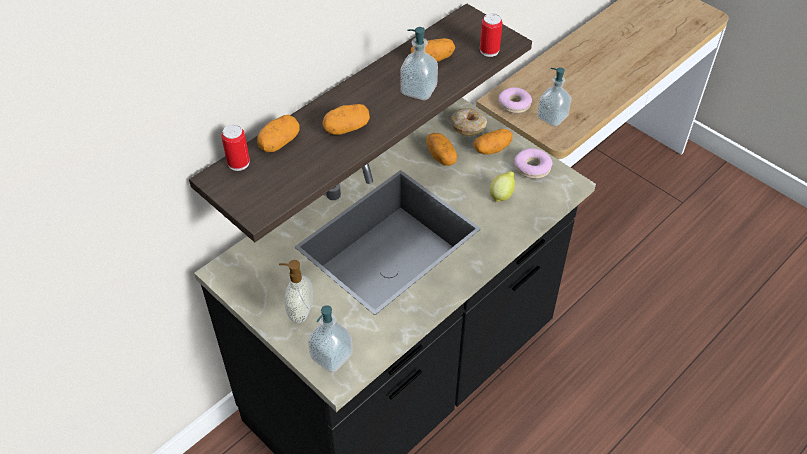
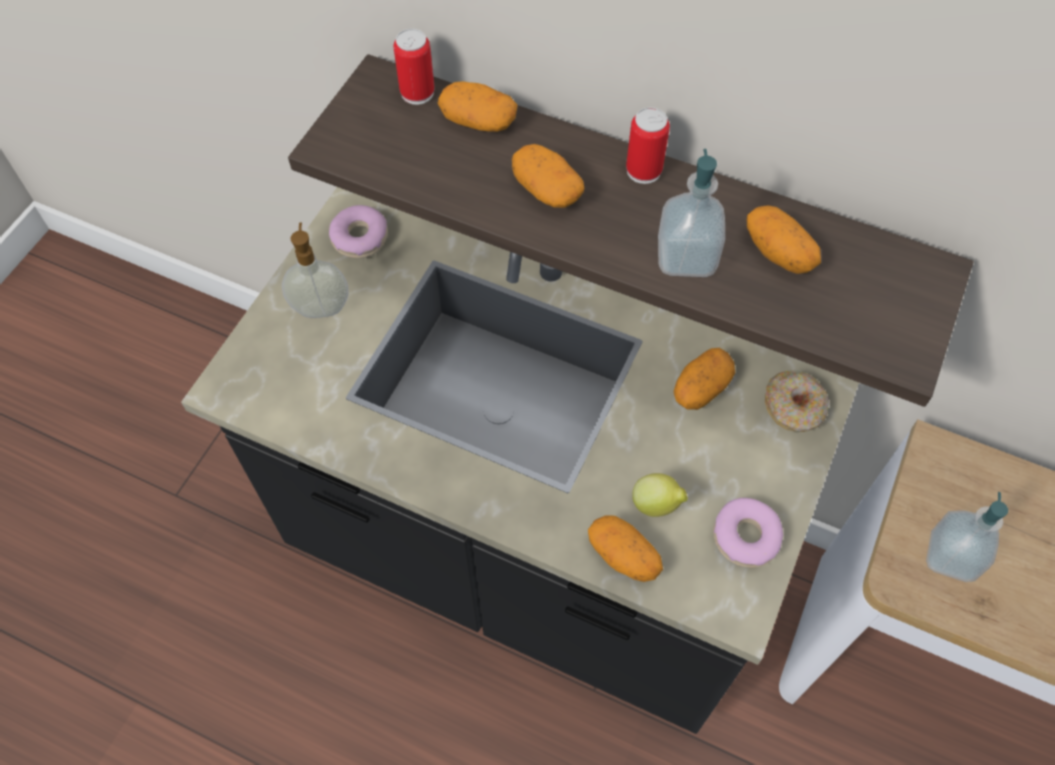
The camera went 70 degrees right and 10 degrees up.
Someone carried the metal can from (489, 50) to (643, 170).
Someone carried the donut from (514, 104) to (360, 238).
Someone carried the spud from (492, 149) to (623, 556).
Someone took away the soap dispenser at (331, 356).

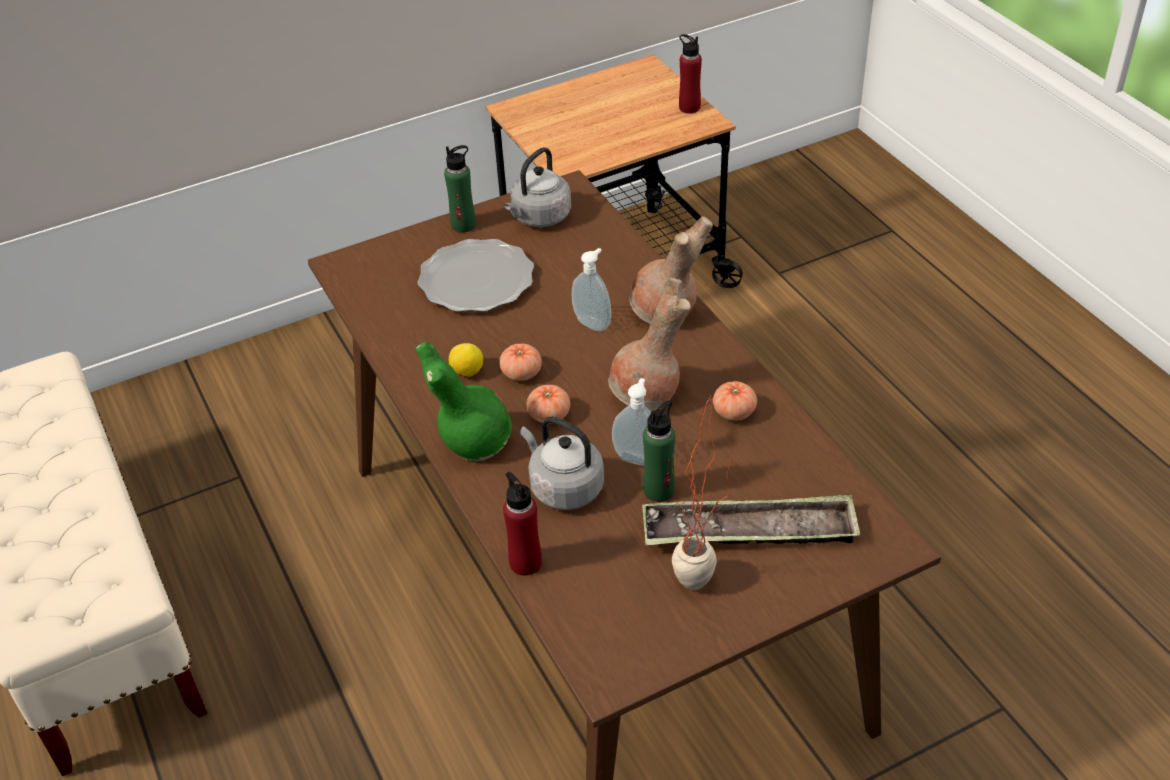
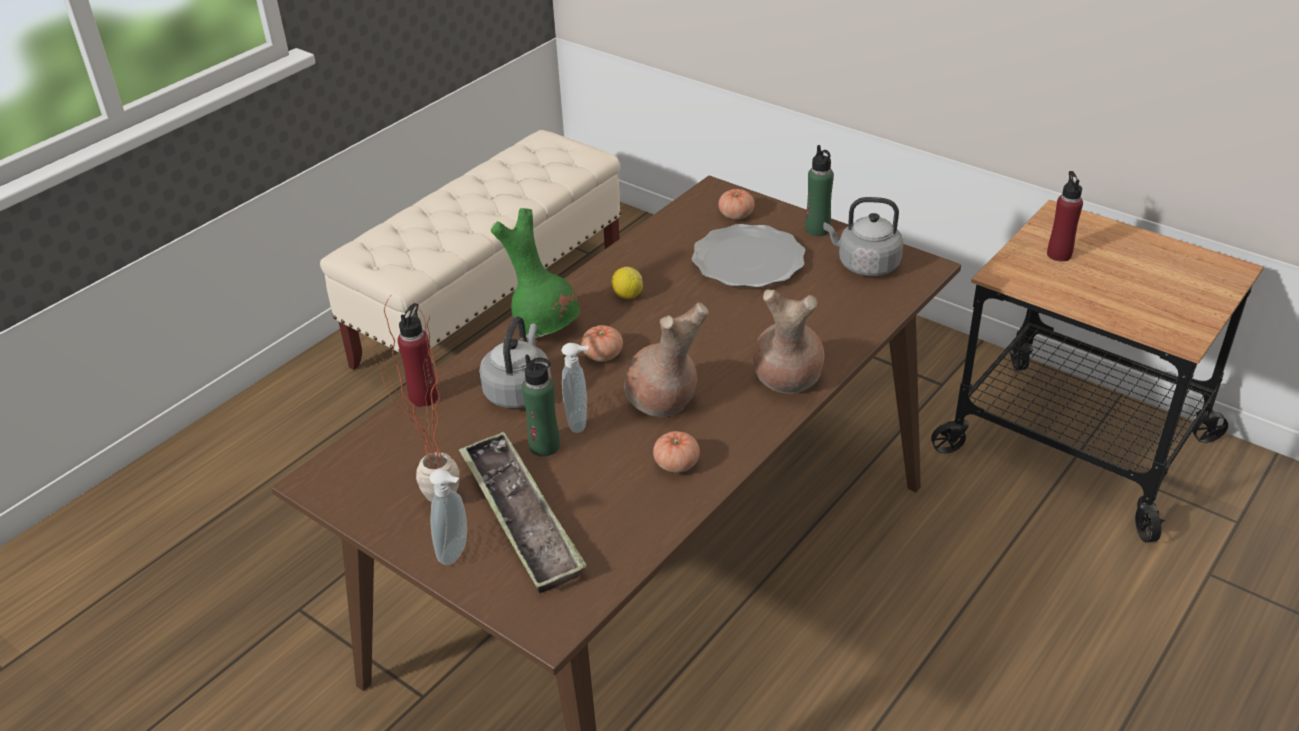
The camera went 65 degrees right and 5 degrees down.
Someone carried the beverage bottle/red-coloured from (689, 107) to (1059, 254).
Someone carried the soap dispenser from (593, 323) to (456, 552).
Someone carried the whole tomato from (521, 373) to (736, 215).

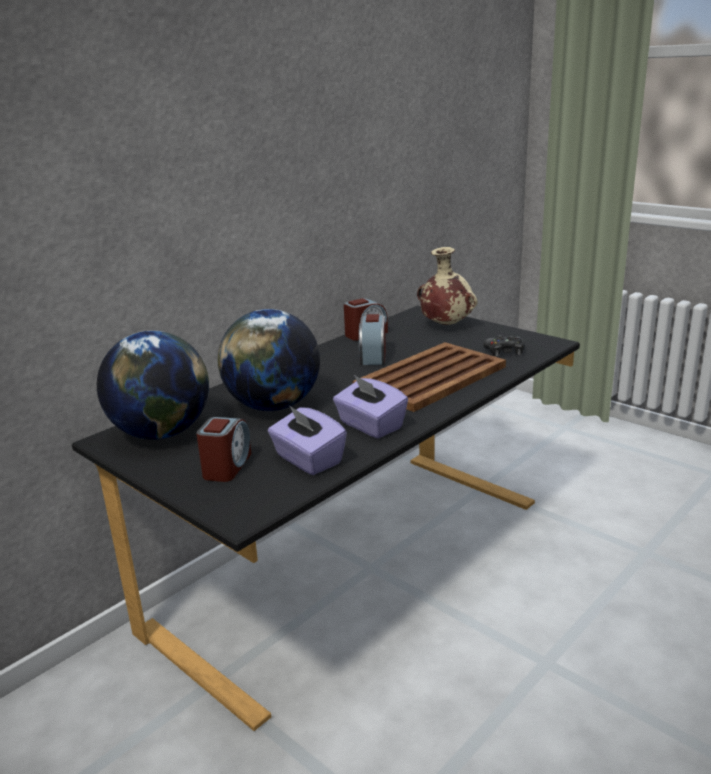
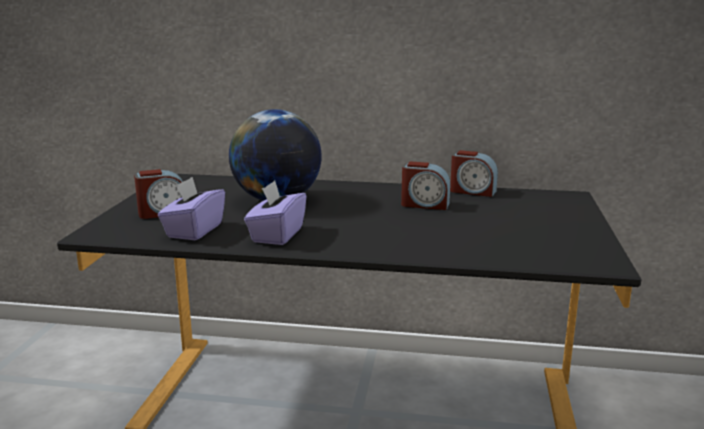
The camera went 55 degrees right and 5 degrees down.
Someone took away the flower vase/sand-coloured at (445, 325).
Someone rotated the table clock at (373, 356) by 135 degrees counterclockwise.
Someone took away the world globe at (162, 433).
Someone took away the joypad/black-coloured at (505, 351).
Someone took away the tray/brownish at (432, 377).

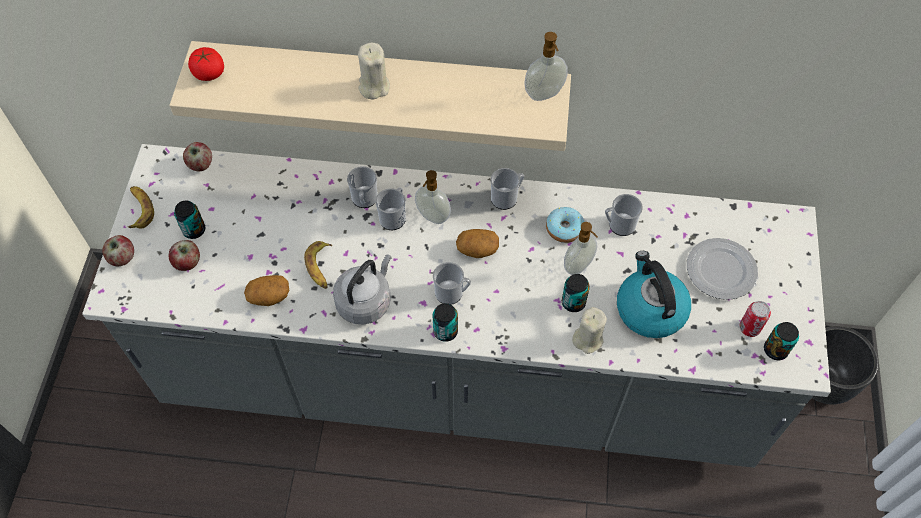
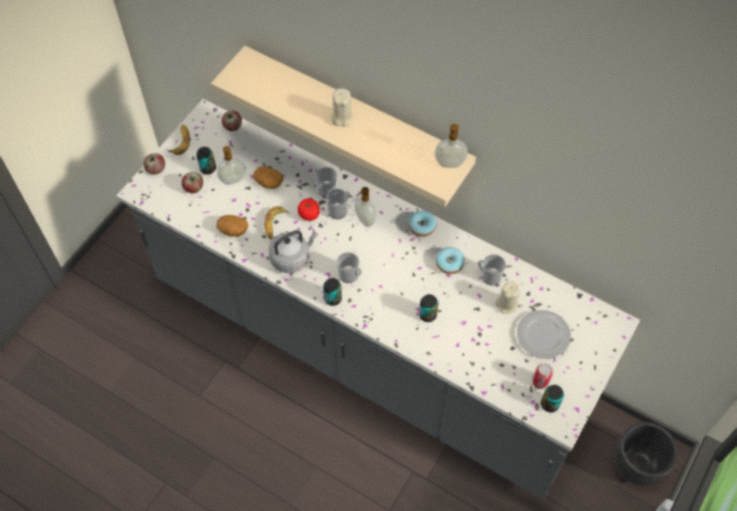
The camera went 25 degrees right and 0 degrees up.
Someone carried the whole tomato from (209, 73) to (309, 214).
Someone swapped the coffee mug at (506, 197) for the donut at (421, 226).
Someone carried the soap dispenser from (579, 266) to (233, 180).
Someone carried the spud from (477, 249) to (268, 182).
Someone took away the water kettle at (649, 309).
Someone carried the candle/sand-coloured from (588, 339) to (507, 304).

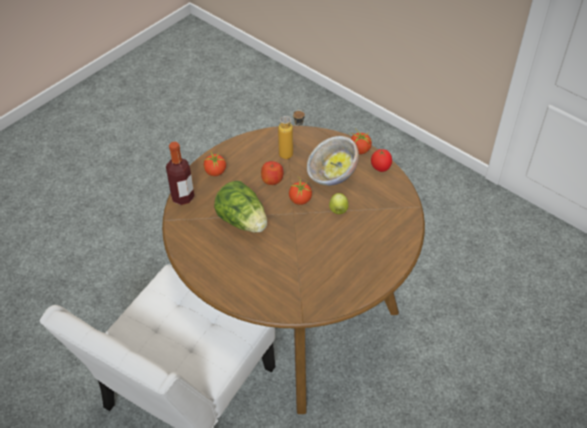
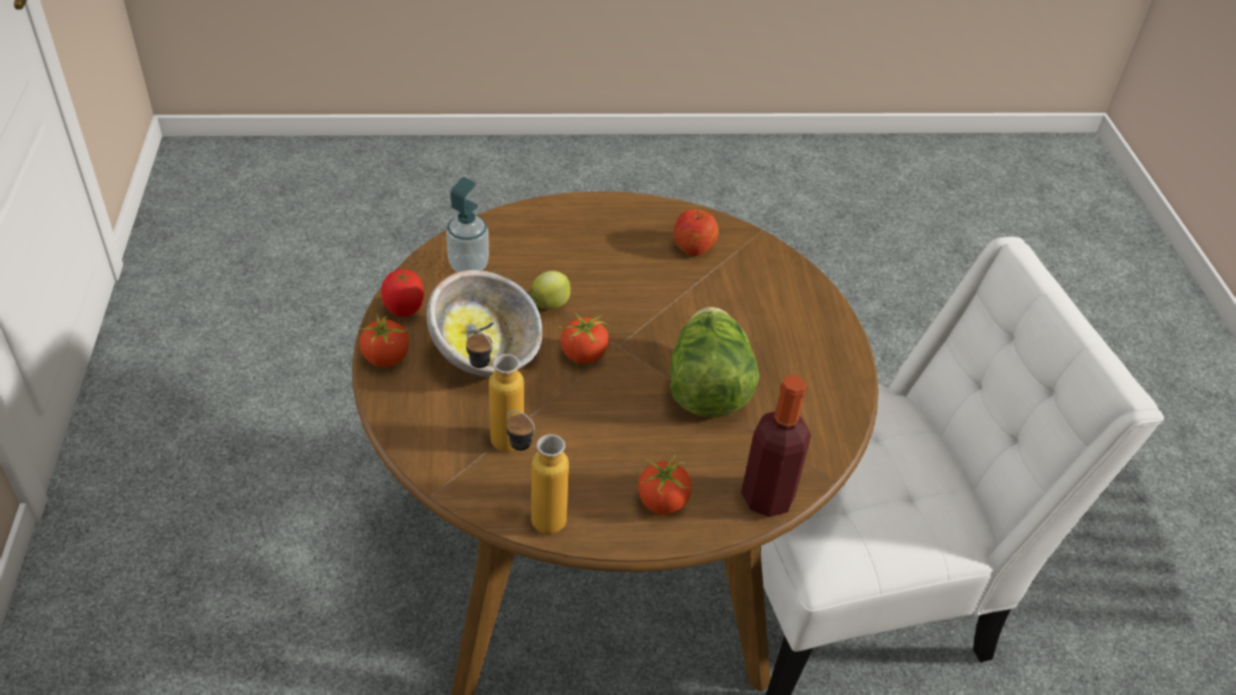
The camera went 140 degrees left and 5 degrees down.
Someone carried the apple from (272, 179) to (693, 246).
Someone put down the soap dispenser at (468, 265).
Someone put down the beverage bottle at (535, 515).

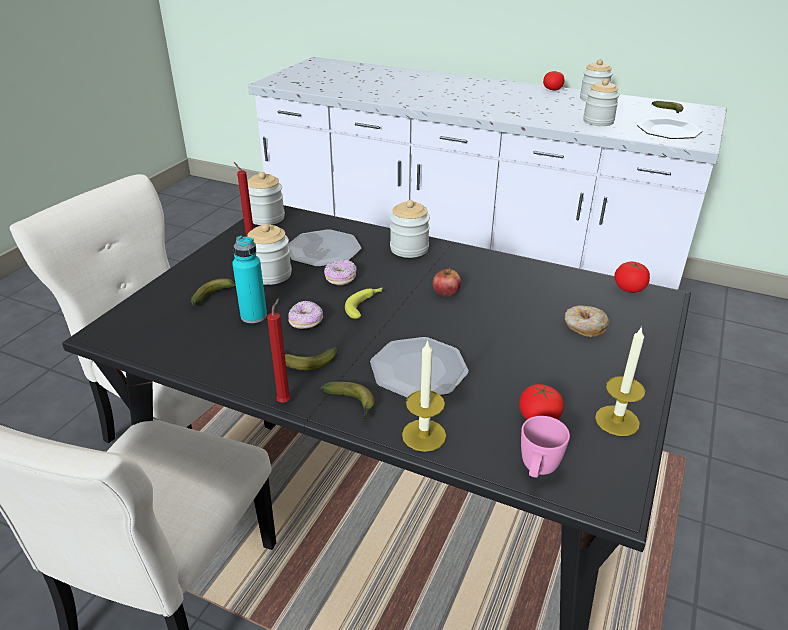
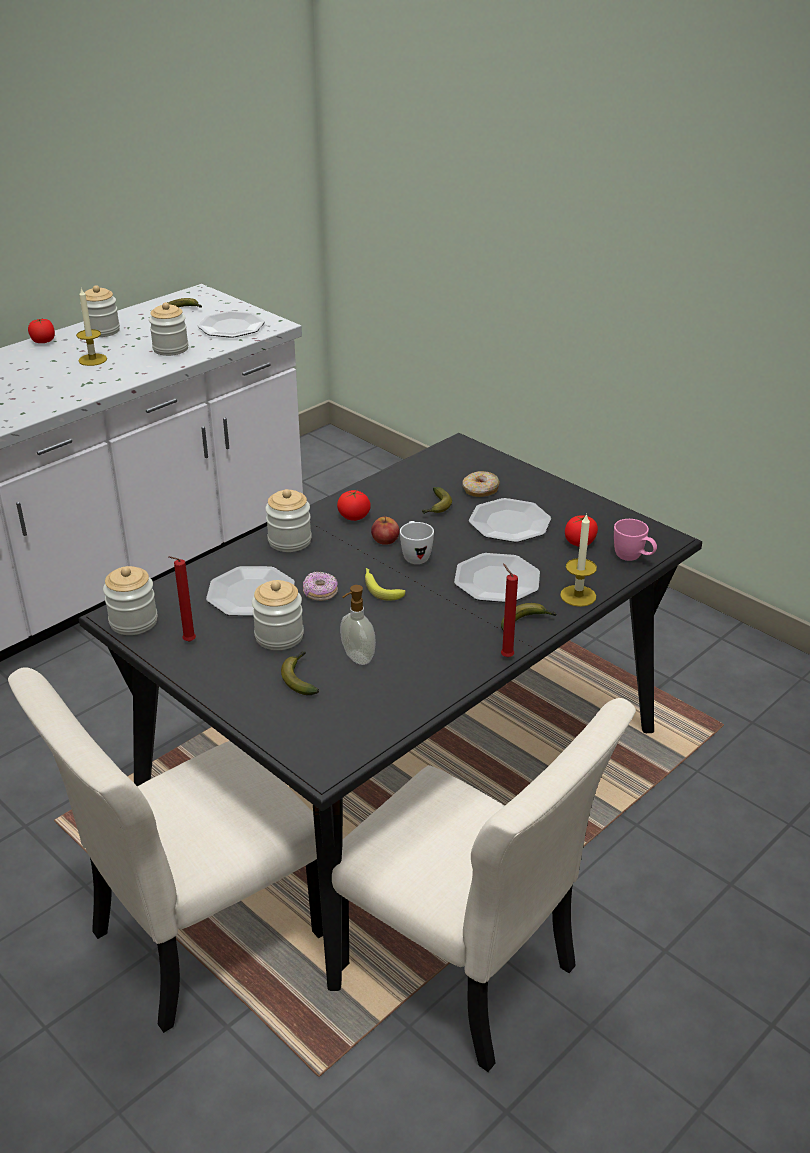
The camera went 70 degrees left and 0 degrees up.
Someone swapped the beverage bottle/turquoise-coloured at (254, 316) for the soap dispenser at (357, 658).
Someone carried the whole tomato from (629, 288) to (354, 517).
Someone took away the donut at (306, 322).
Someone carried the candle from (617, 420) to (92, 360).
Someone carried the banana fruit from (304, 362) to (436, 507).
Someone put down the plate at (509, 523).
Someone put down the coffee mug/white at (415, 556).

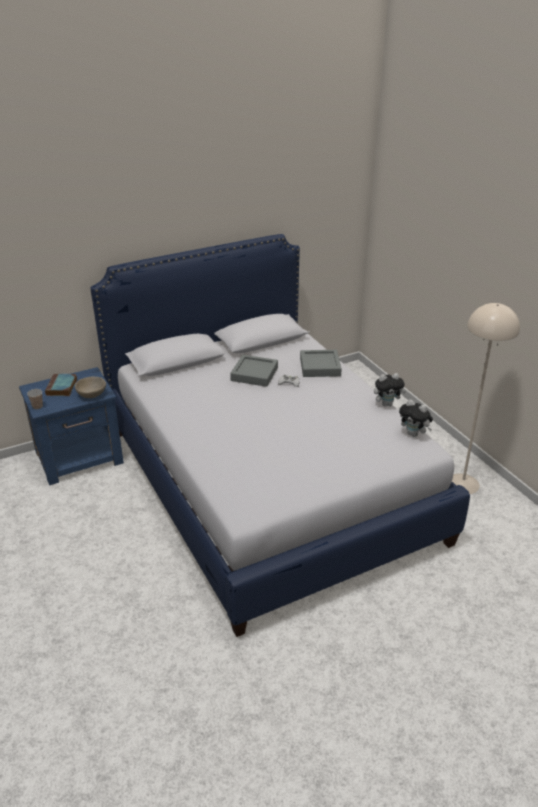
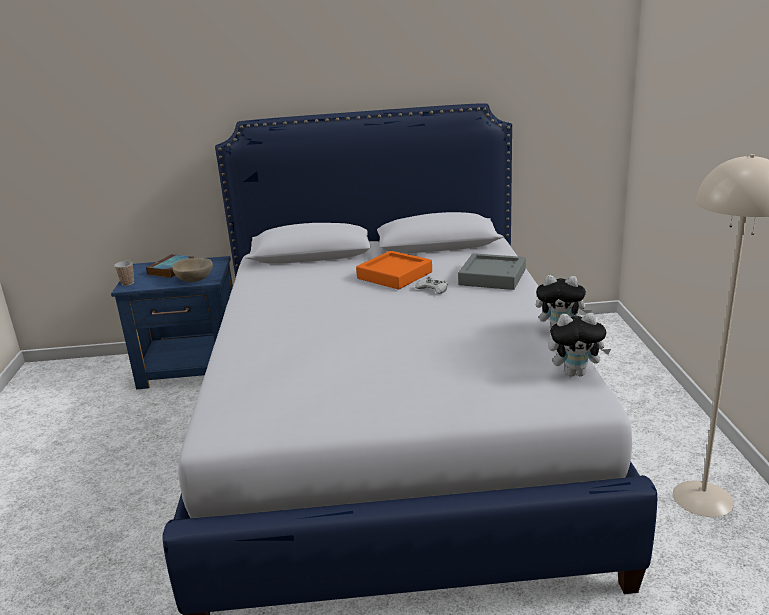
The camera went 25 degrees right and 10 degrees down.
Someone repainted the tray/grey at (254, 374), which became the tray/orange-coloured at (394, 275).
Someone rotated the cuddly toy at (414, 434) by 60 degrees counterclockwise.

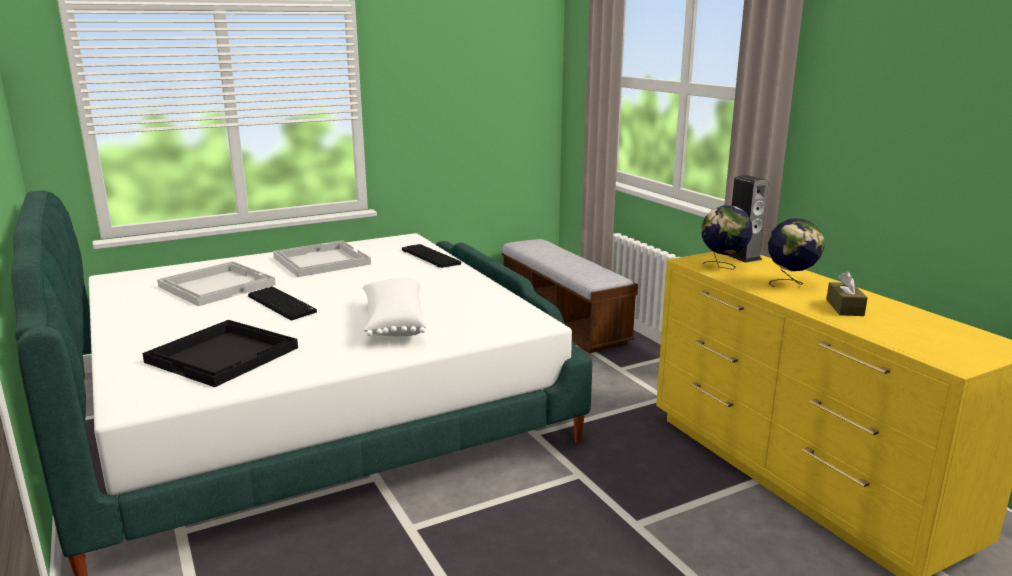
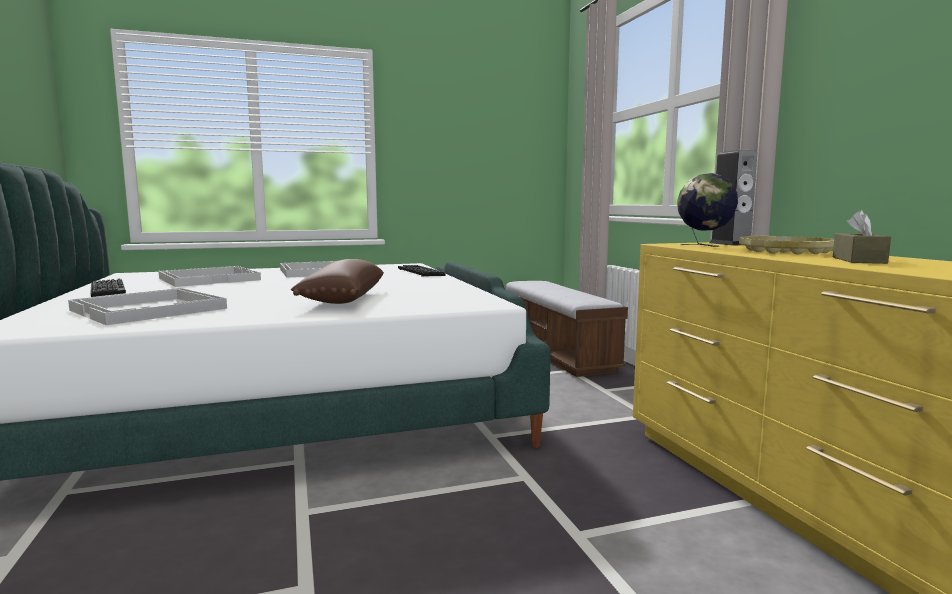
The camera went 10 degrees right and 10 degrees down.
Someone swapped the world globe at (790, 283) for the tray/yellowish at (785, 252).
Someone repainted the cushion/white at (393, 322), which became the cushion/brownish at (341, 299).
Someone carried the keyboard from (283, 304) to (109, 289).
Someone repainted the tray/black-coloured at (224, 355), which became the tray/white at (150, 309).

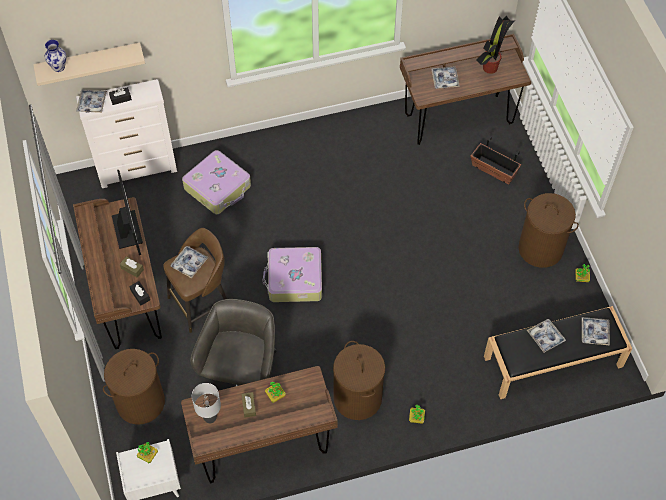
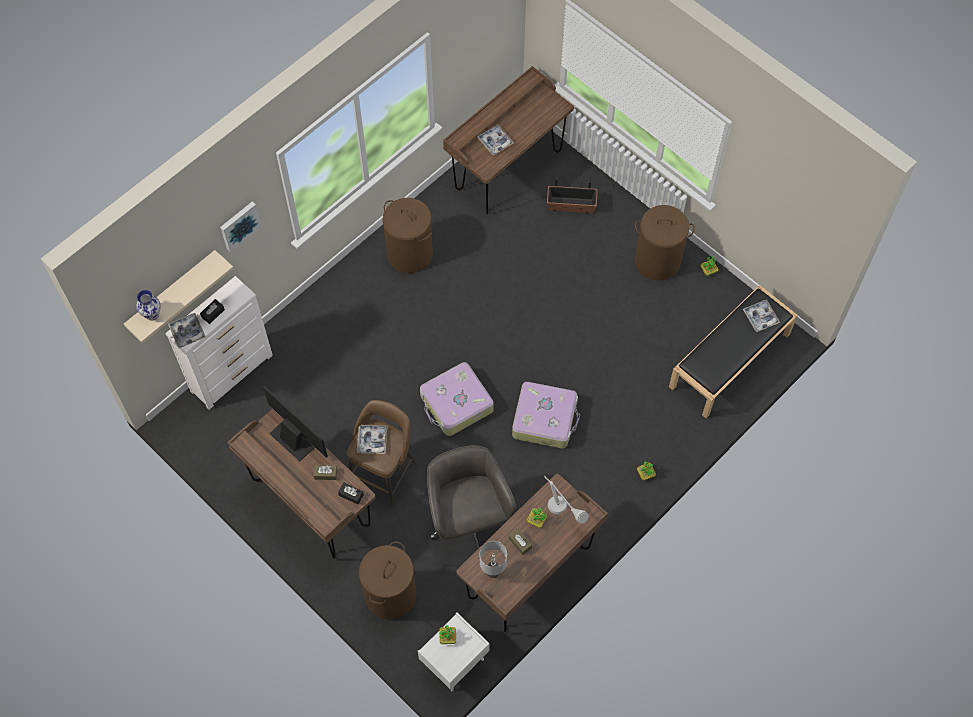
The camera went 30 degrees left and 5 degrees up.
Someone took away the plant in a pot at (490, 67).
Someone carried the travel case from (218, 187) to (545, 419).
Someone took away the tray at (545, 337).
Someone carried the laundry basket/brownish from (358, 398) to (410, 253).
Someone put up the wall picture at (239, 225).
Someone put down the lamp for a table/grey at (563, 512).

